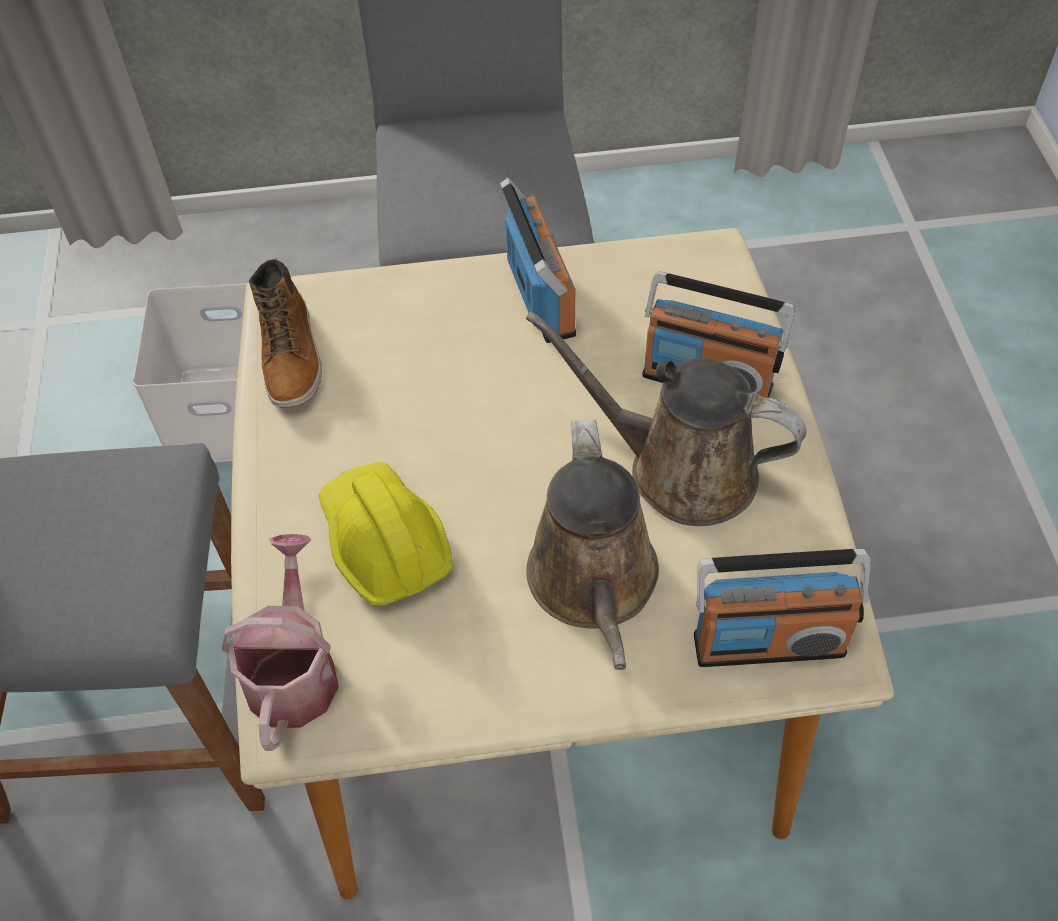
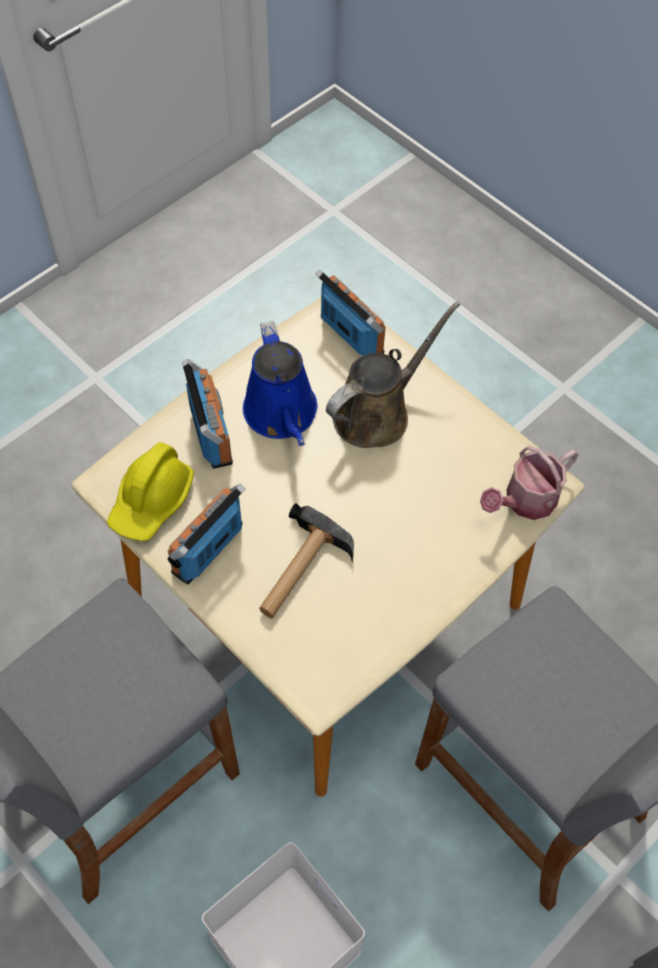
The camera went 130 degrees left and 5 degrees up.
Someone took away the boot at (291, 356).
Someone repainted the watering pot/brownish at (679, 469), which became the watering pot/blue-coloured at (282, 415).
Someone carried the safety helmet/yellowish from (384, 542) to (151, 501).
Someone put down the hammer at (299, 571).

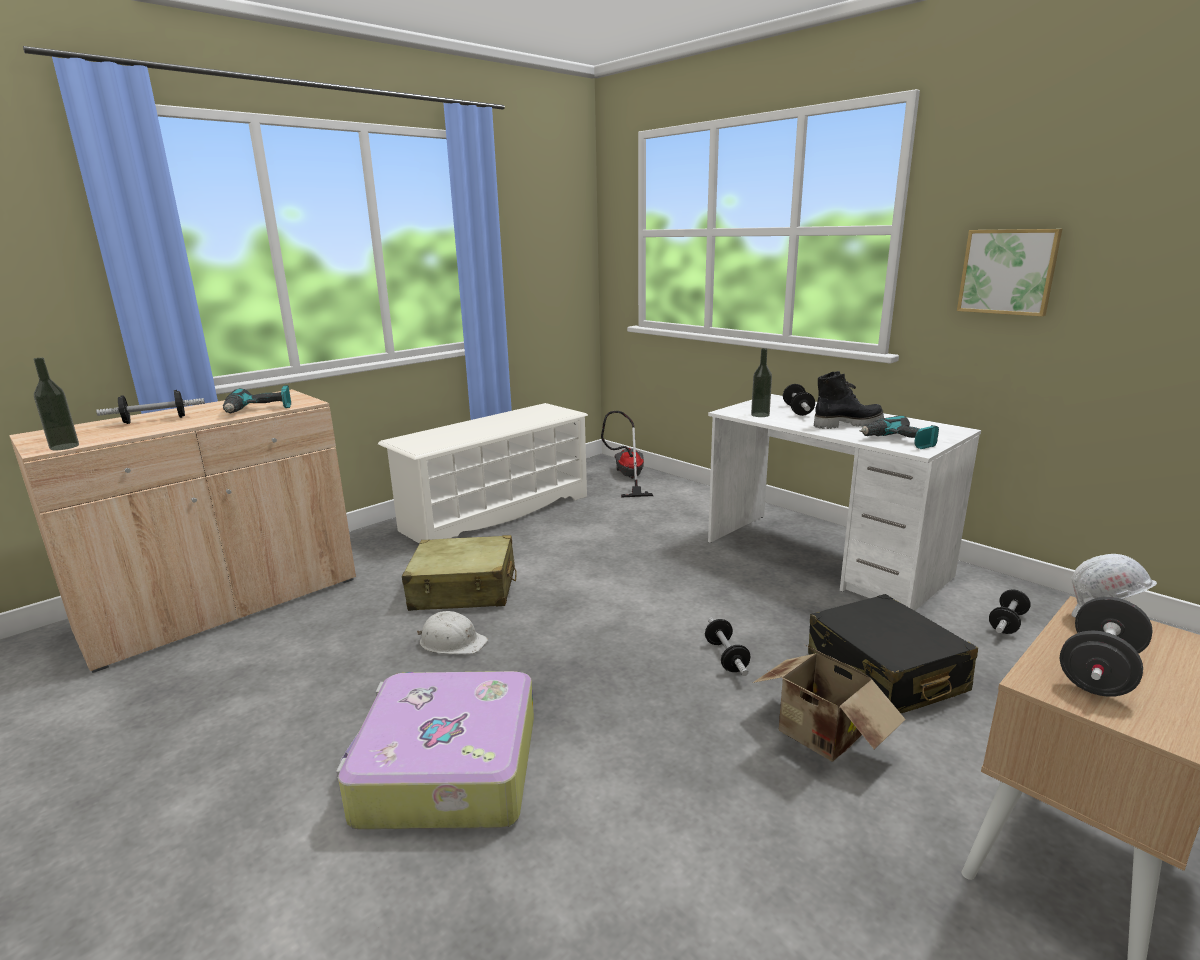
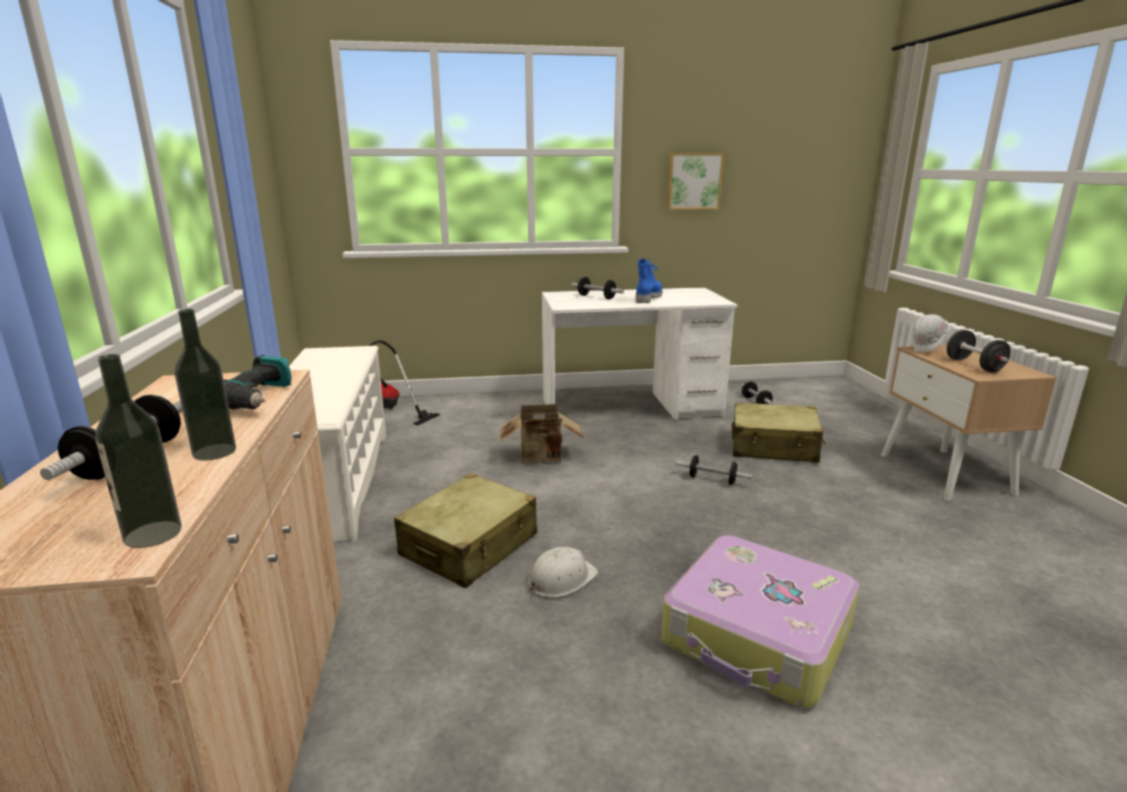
The camera went 55 degrees left and 0 degrees up.
Someone carried the beverage bottle from (760, 415) to (214, 452).
Someone repainted the boot/black-coloured at (847, 424), which became the boot/blue-coloured at (647, 298).
Someone took away the drill at (898, 441).
Someone repainted the travel case/black-coloured at (885, 673), which became the travel case/sand-coloured at (773, 447).
Someone carried the cardboard box from (819, 738) to (542, 458).

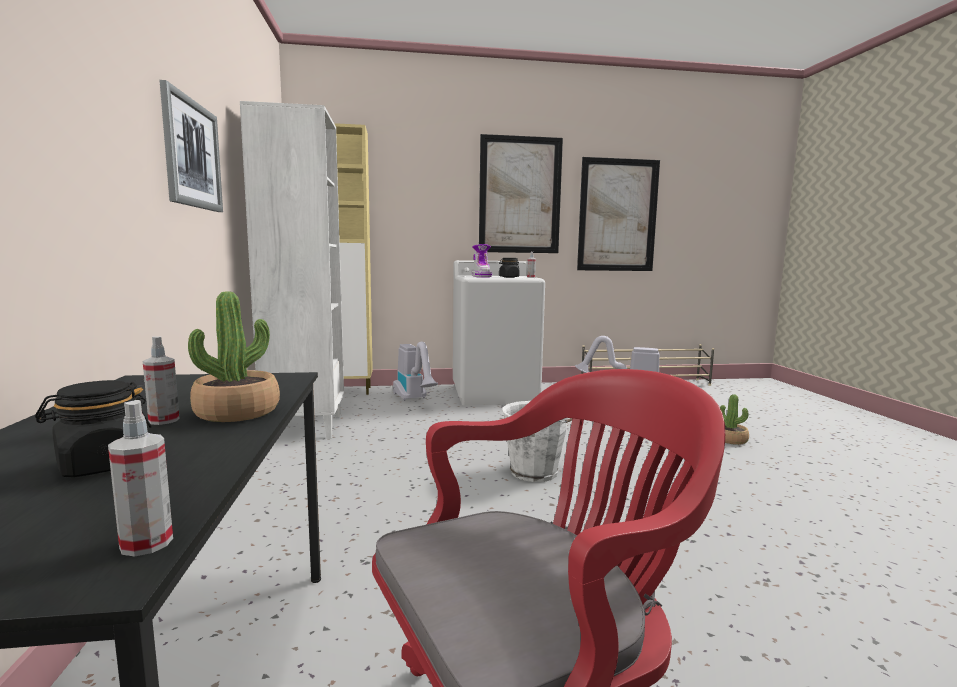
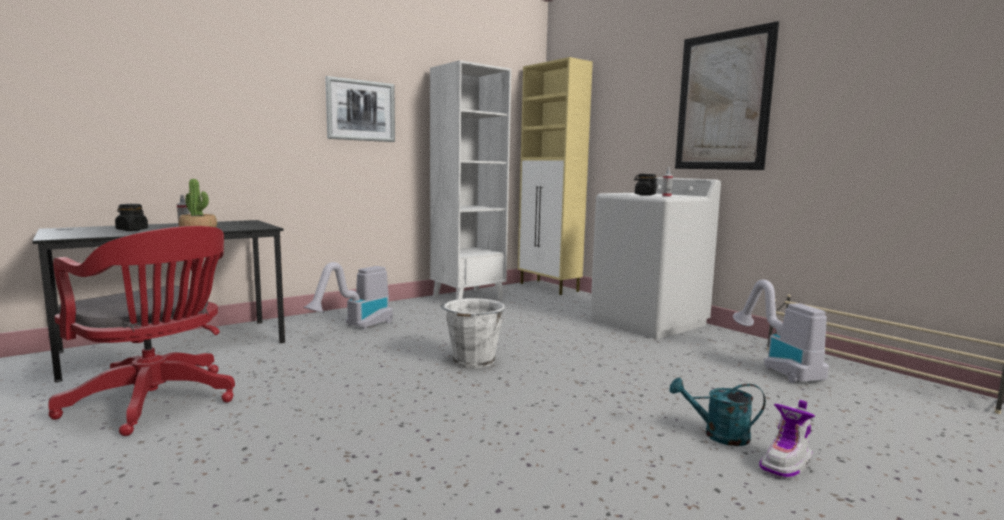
The camera went 60 degrees right and 0 degrees up.
Someone took away the wall picture at (618, 215).
Someone carried the boot from (481, 276) to (786, 464).
Someone carried the vacuum cleaner from (414, 399) to (356, 327).
Someone swapped the plant in a pot at (731, 440) for the watering pot/turquoise-coloured at (718, 435).
Someone took away the spray bottle at (146, 543).

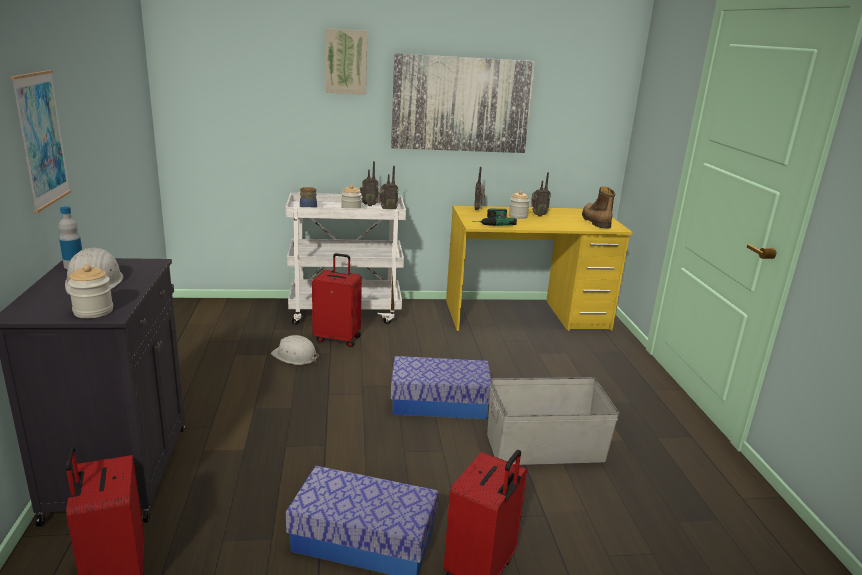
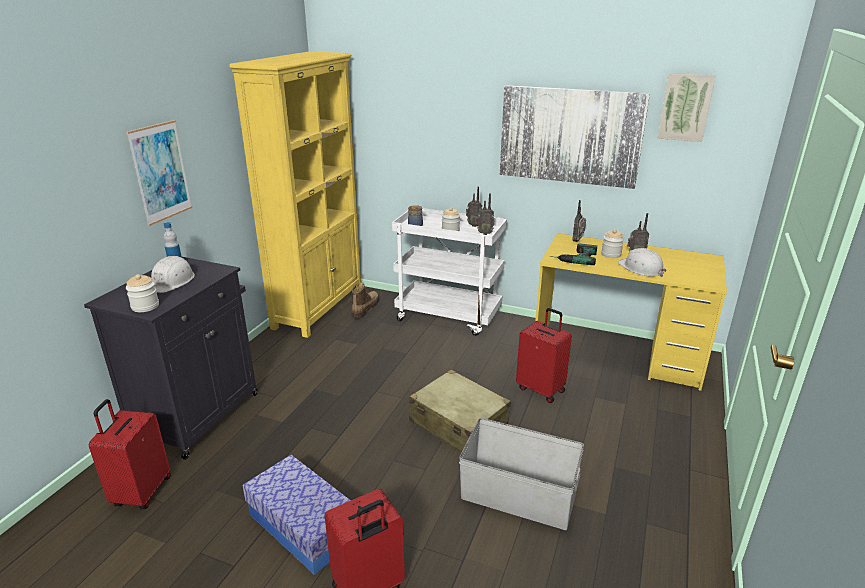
The camera went 30 degrees right and 5 degrees up.
Someone carried the wall picture from (346, 61) to (685, 107).
Someone carried the boot from (595, 221) to (365, 308).
Someone carried the travel case/red-coloured from (338, 338) to (541, 389).
Someone carried the safety helmet/white from (295, 356) to (641, 268).
Someone swapped the storage box at (439, 403) for the travel case/sand-coloured at (458, 424).
Someone put down the bookshelf/yellowish at (319, 308).

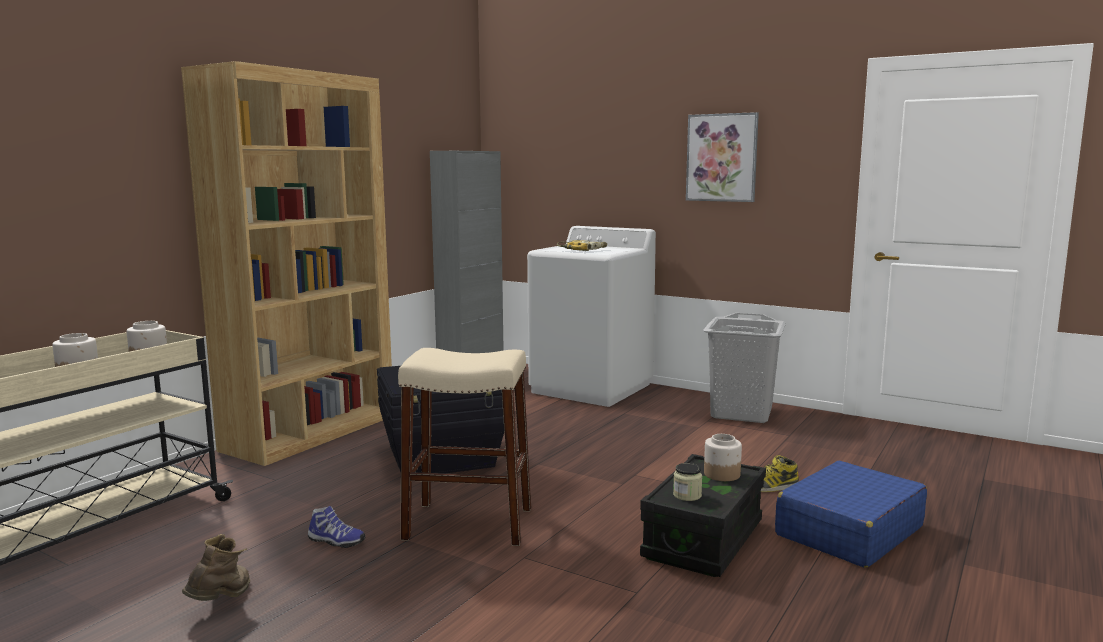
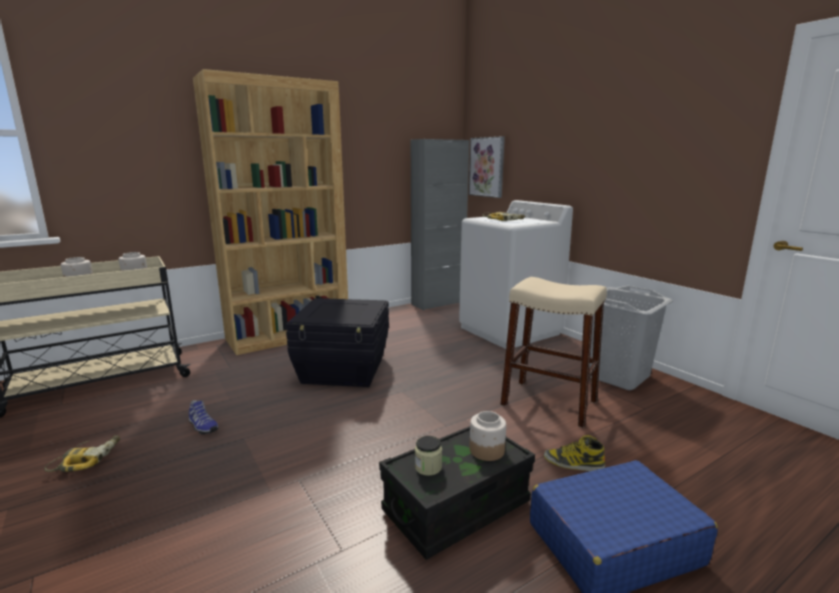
The camera went 25 degrees right and 5 degrees up.
Someone carried the wall picture from (722, 157) to (487, 167).
Someone carried the stool seat/sand-coloured from (468, 523) to (548, 403).
Someone swapped the boot/brownish at (222, 602) for the drill at (87, 459).

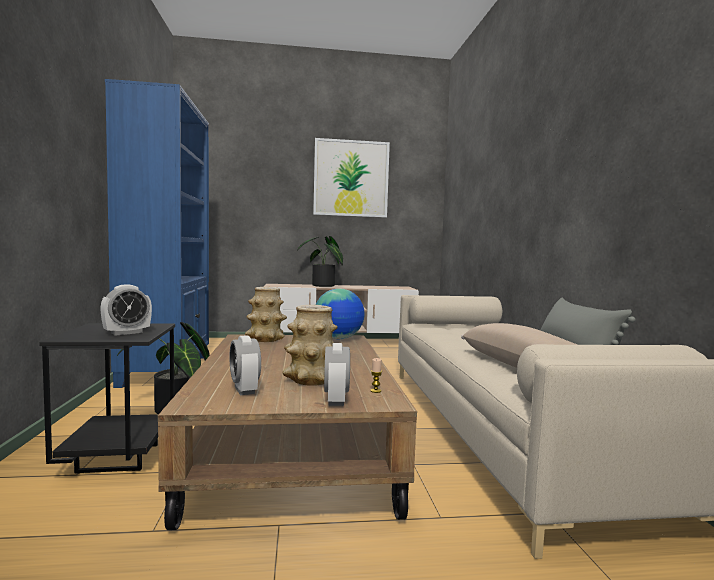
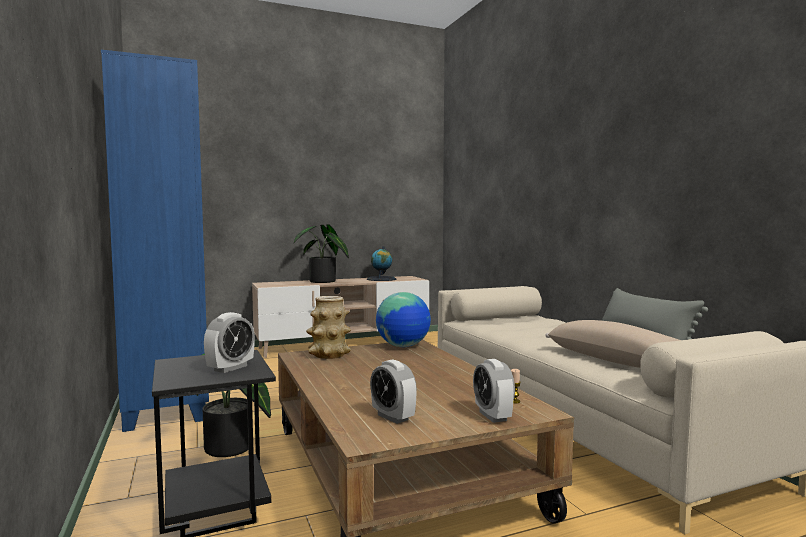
The camera went 15 degrees left and 0 degrees up.
Someone took away the wall picture at (351, 178).
Someone took away the flower vase at (311, 380).
Someone put down the world globe at (381, 279).

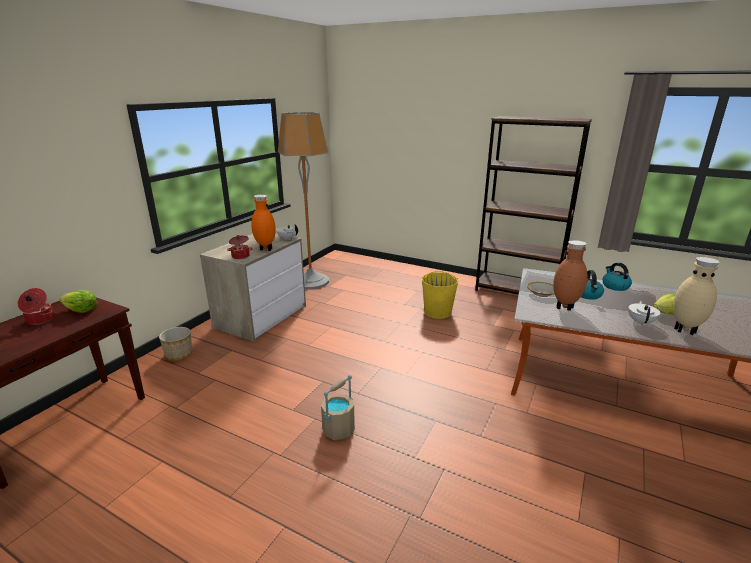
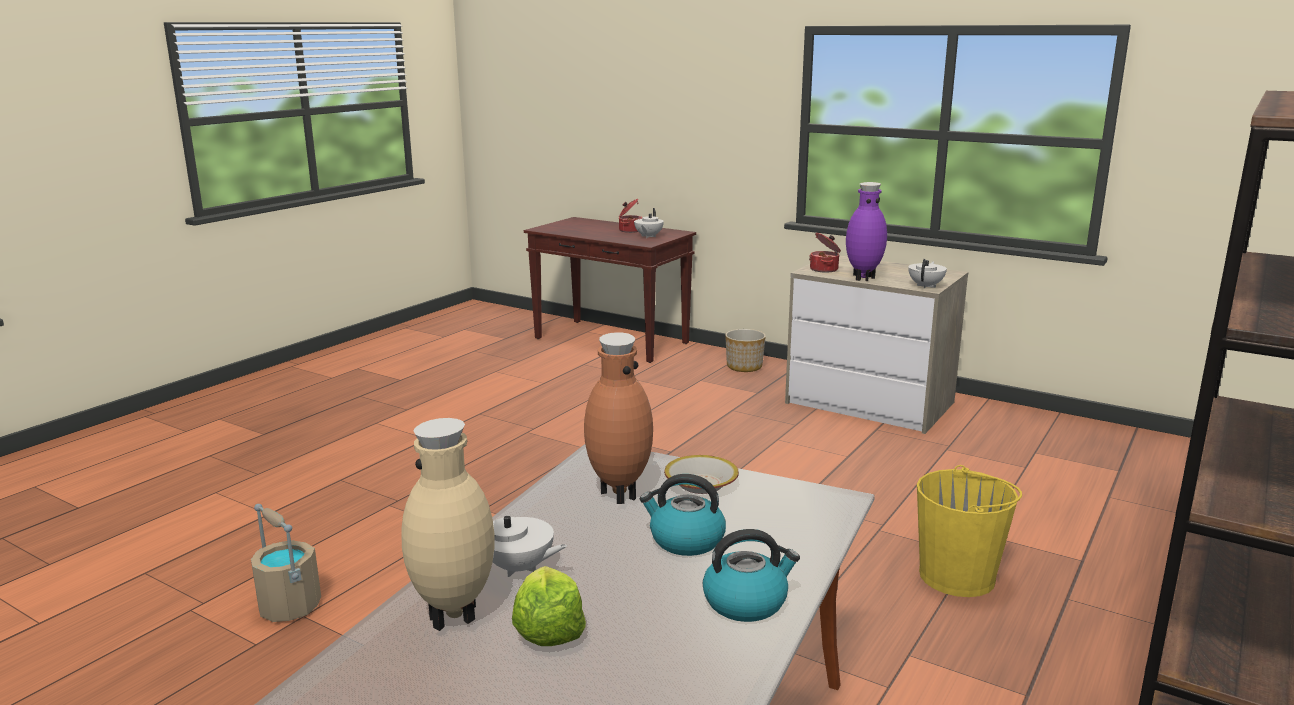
The camera went 95 degrees right and 5 degrees down.
Someone took away the standard lamp at (311, 281).
Someone repainted the flower vase/orange-coloured at (265, 249), which became the flower vase/purple at (862, 278).
Someone swapped the lettuce at (81, 310) for the pot for tea/white at (648, 236).
Someone carried the bucket/sand-coloured from (338, 429) to (289, 606).

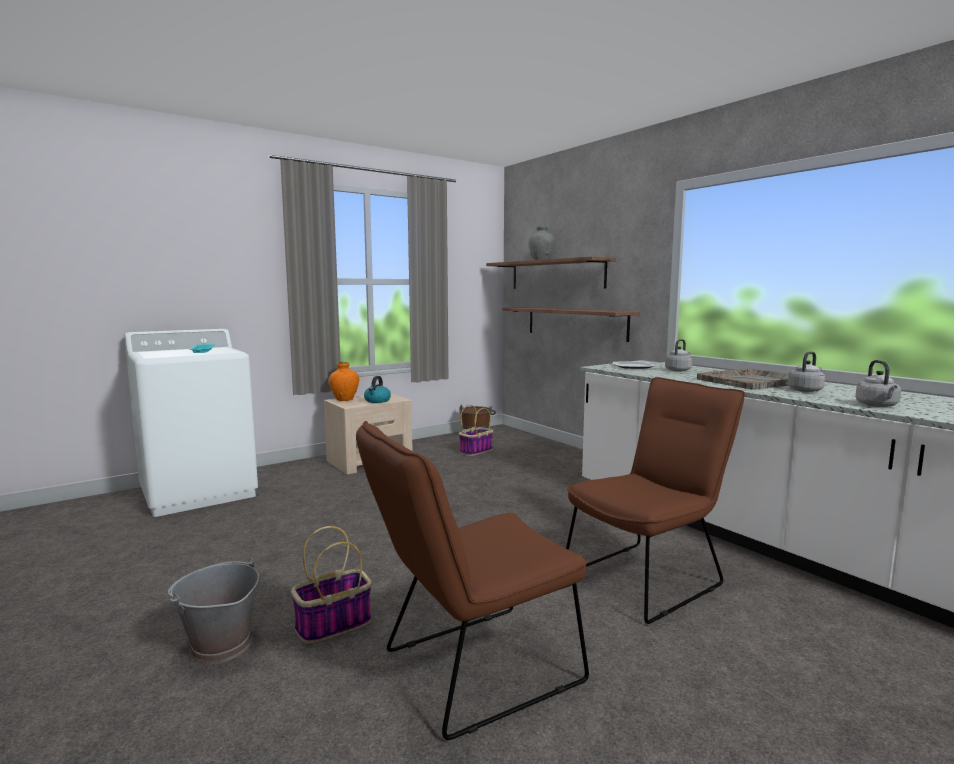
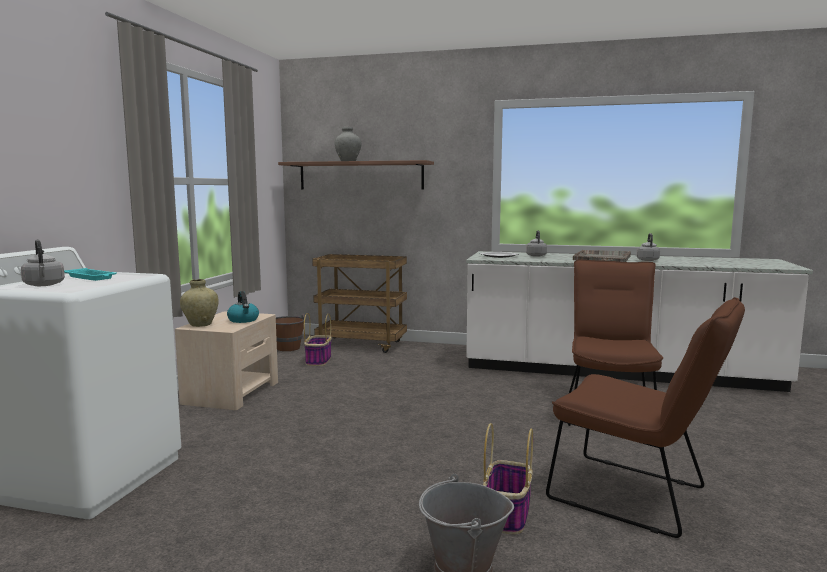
The camera went 40 degrees left and 0 degrees up.
Someone took away the shelf at (575, 323).
Someone carried the water kettle/grey from (877, 405) to (44, 285).
Someone repainted the flower vase/orange-coloured at (344, 399), which became the flower vase/sand-coloured at (200, 324).
Someone rotated the chair/brownish at (470, 671) by 75 degrees counterclockwise.
Someone put down the cart/brownish at (362, 345).

